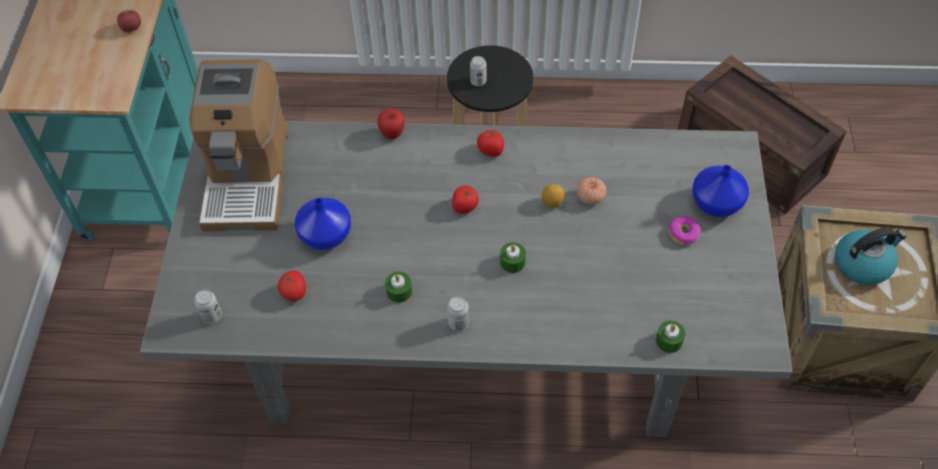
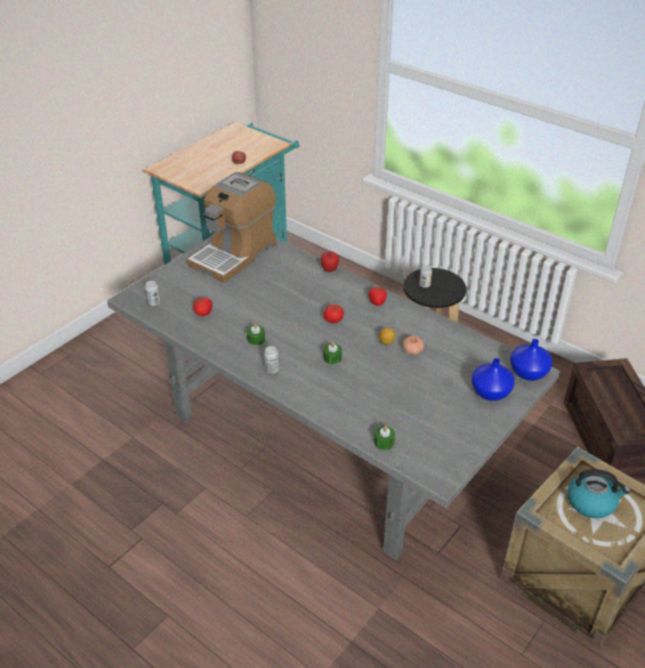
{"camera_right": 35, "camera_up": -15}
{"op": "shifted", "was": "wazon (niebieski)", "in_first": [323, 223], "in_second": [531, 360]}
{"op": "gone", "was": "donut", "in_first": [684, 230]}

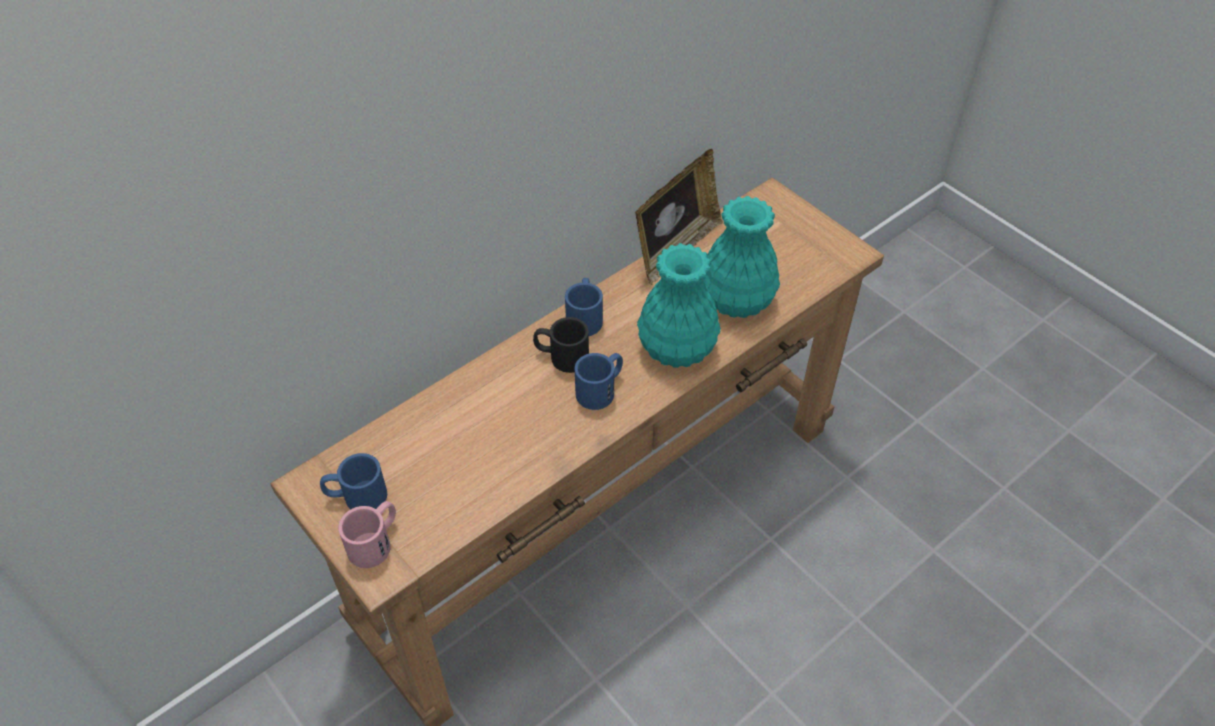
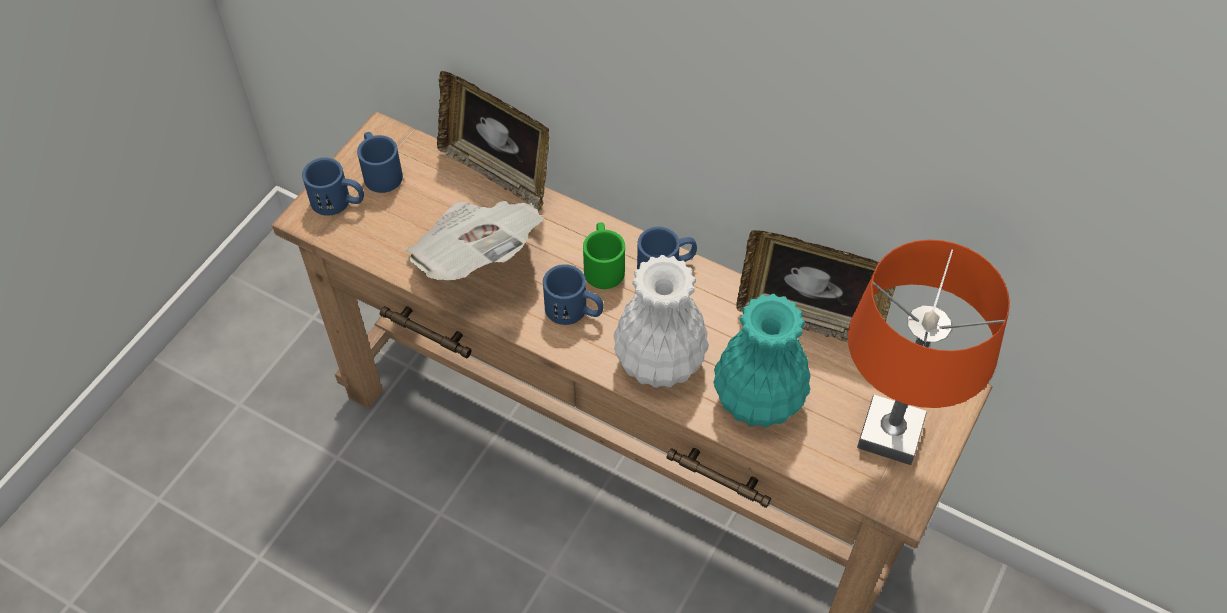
{"camera_right": 70, "camera_up": 5}
{"op": "repainted", "was": "kubek (różowy)", "now": "kubek (niebieski)", "in_first": [367, 534], "in_second": [333, 186]}
{"op": "new", "now": "gazeta", "in_second": [474, 240]}
{"op": "new", "now": "ramka na zdjęcie", "in_second": [493, 141]}
{"op": "repainted", "was": "kubek (czarny)", "now": "kubek (zielony)", "in_first": [561, 345], "in_second": [604, 255]}
{"op": "repainted", "was": "wazon (turkusowy)", "now": "wazon (biały)", "in_first": [679, 305], "in_second": [661, 321]}
{"op": "new", "now": "lampa stołowa (pomarańczowy)", "in_second": [929, 352]}

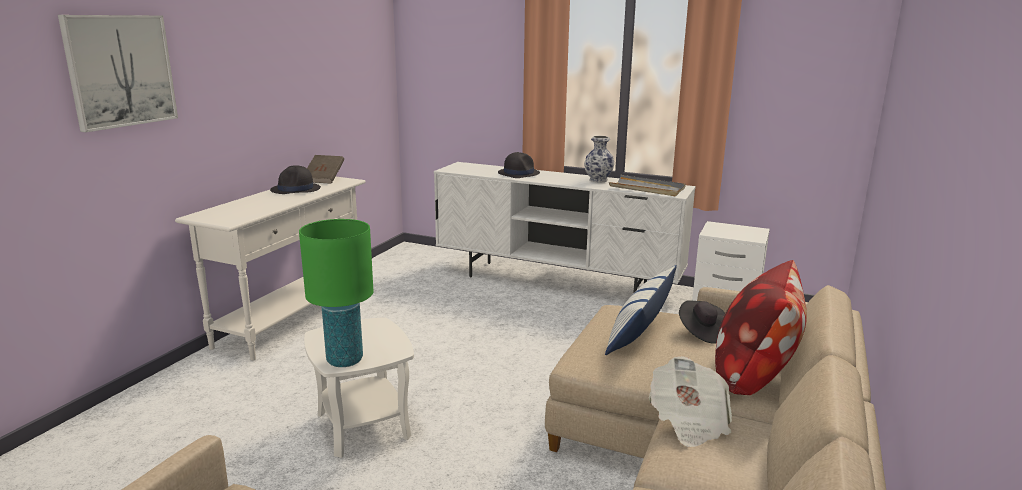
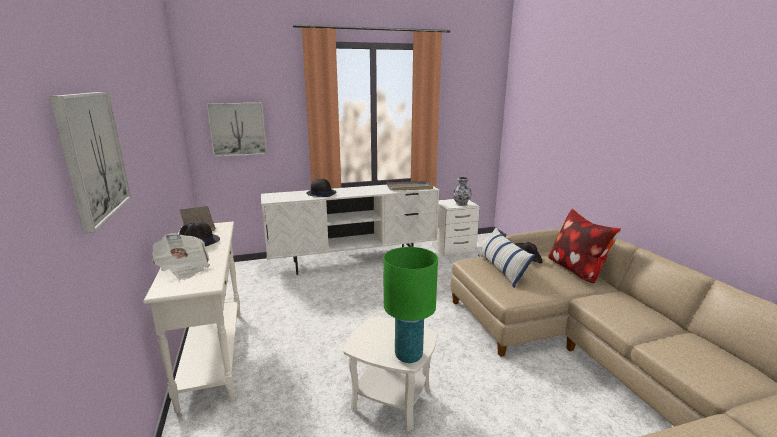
{"camera_right": -40, "camera_up": 0}
{"op": "shifted", "was": "gazeta", "in_first": [690, 401], "in_second": [181, 256]}
{"op": "new", "now": "obraz", "in_second": [237, 130]}
{"op": "shifted", "was": "wazon", "in_first": [599, 159], "in_second": [462, 191]}

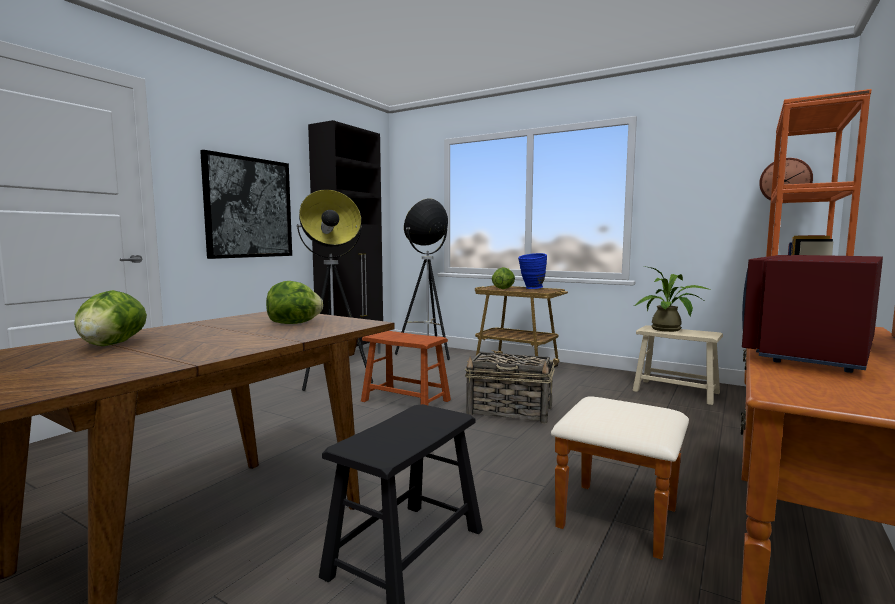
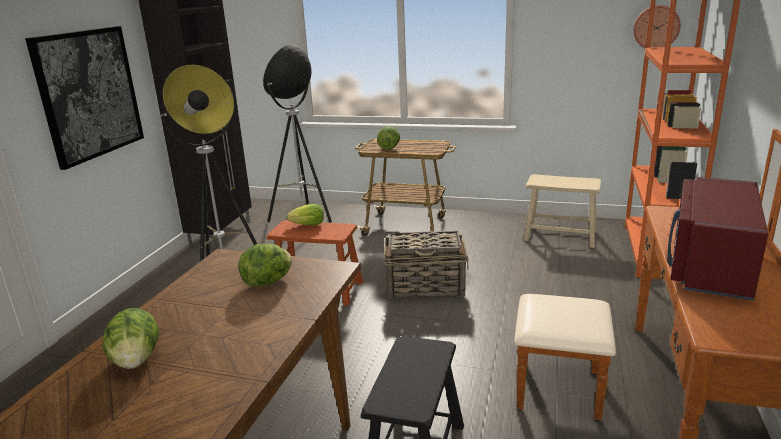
{"camera_right": -15, "camera_up": 15}
{"op": "new", "now": "sałata", "in_second": [305, 214]}
{"op": "gone", "was": "wazon (niebieski)", "in_first": [532, 271]}
{"op": "gone", "was": "roślina doniczkowa", "in_first": [672, 299]}

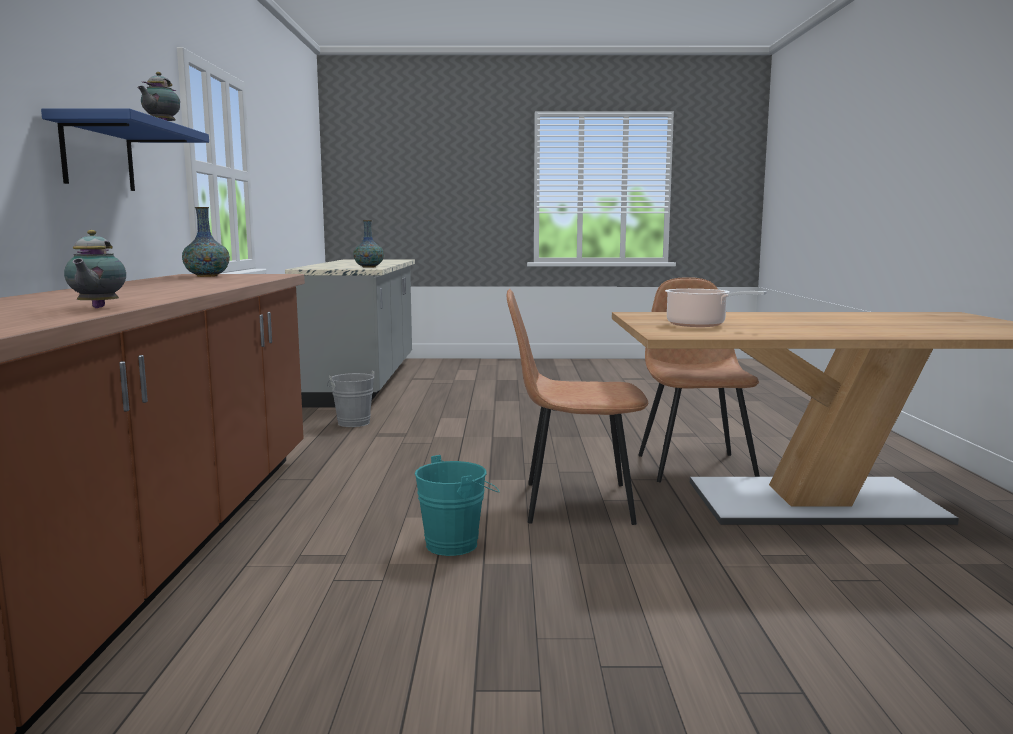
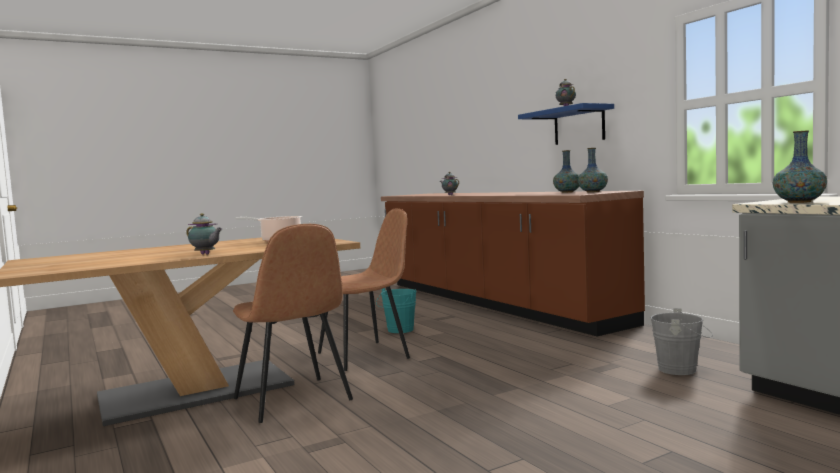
{"camera_right": 150, "camera_up": -5}
{"op": "new", "now": "imbryk", "in_second": [204, 233]}
{"op": "new", "now": "wazon", "in_second": [566, 171]}

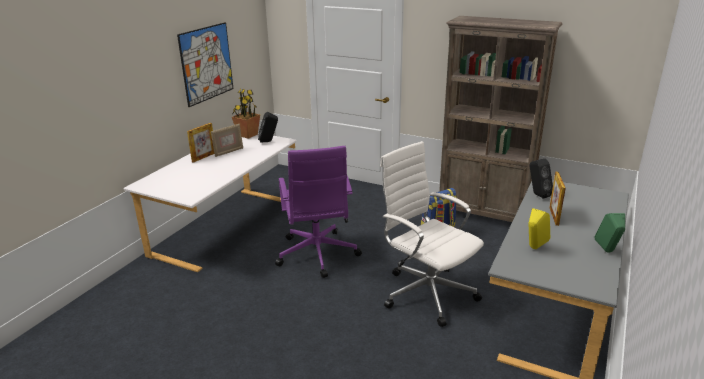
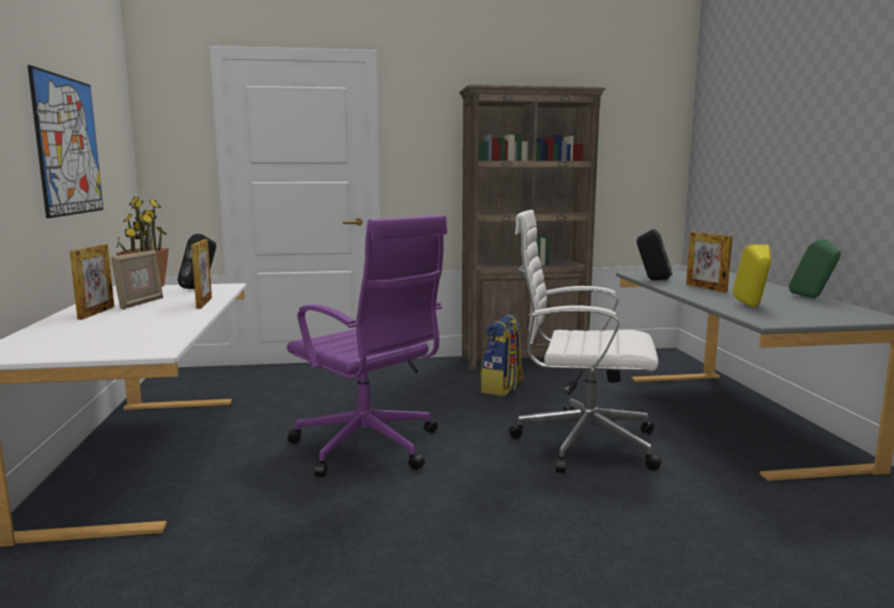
{"camera_right": -35, "camera_up": -15}
{"op": "new", "now": "ramka na zdjęcie", "in_second": [201, 274]}

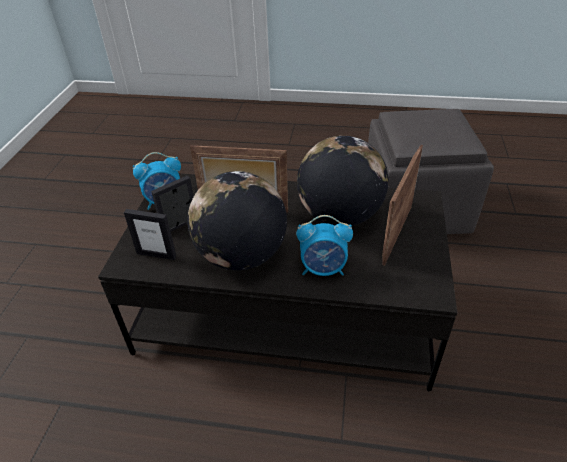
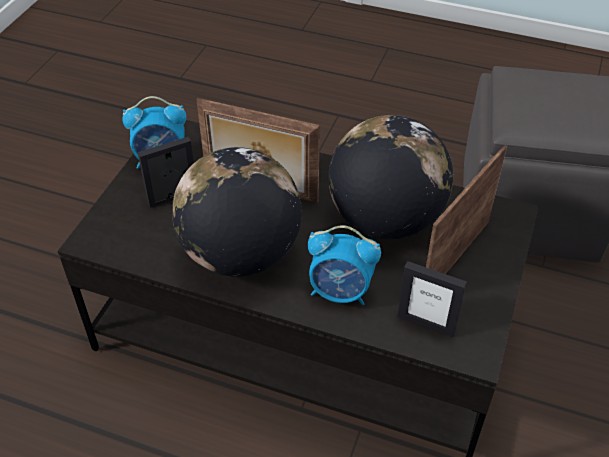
{"camera_right": 10, "camera_up": 5}
{"op": "shifted", "was": "ramka na zdjęcie", "in_first": [150, 234], "in_second": [432, 299]}

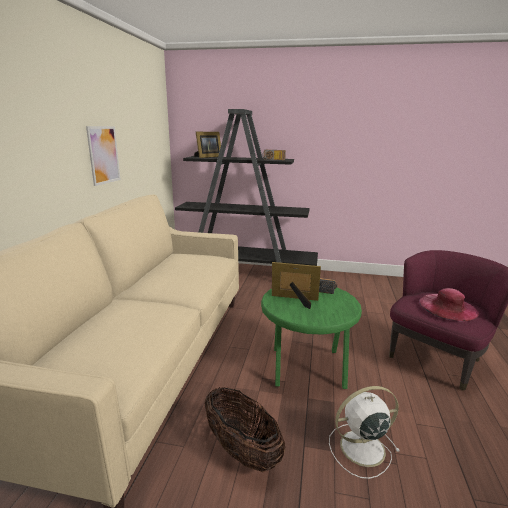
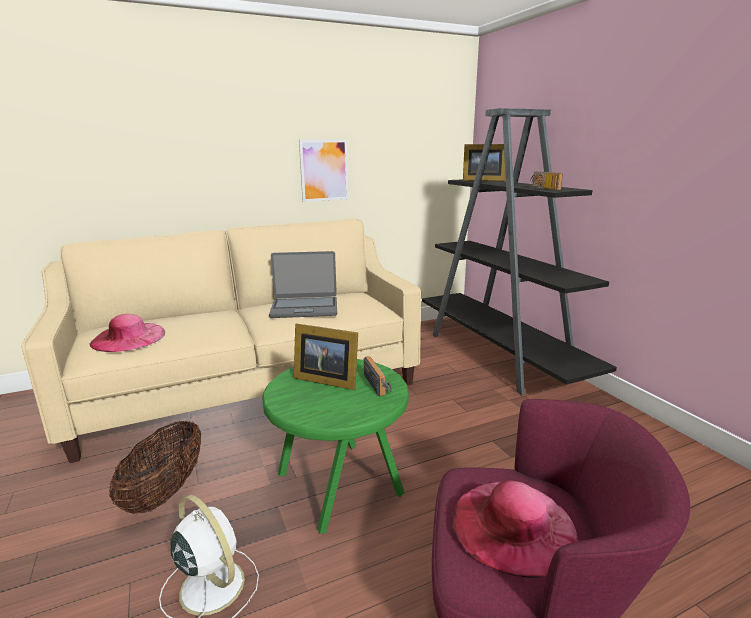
{"camera_right": 55, "camera_up": 0}
{"op": "new", "now": "kapelusz (różowy)", "in_second": [127, 333]}
{"op": "new", "now": "laptop", "in_second": [303, 284]}
{"op": "rotated", "was": "ramka na zdjęcie", "in_first": [296, 285], "in_second": [326, 356], "clockwise": 135}

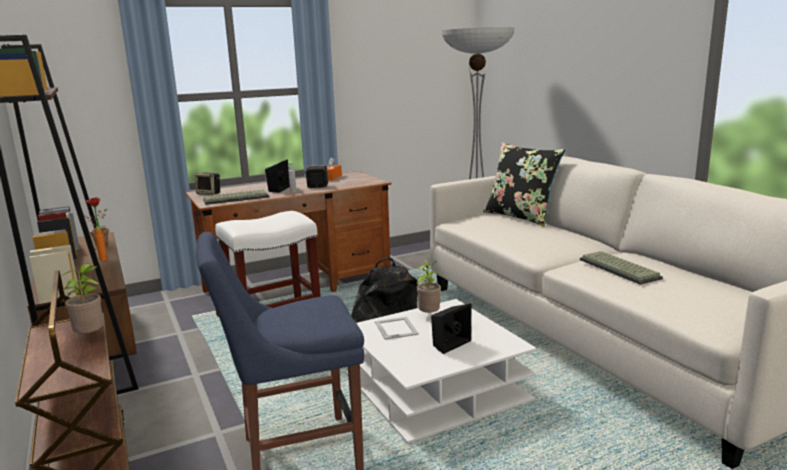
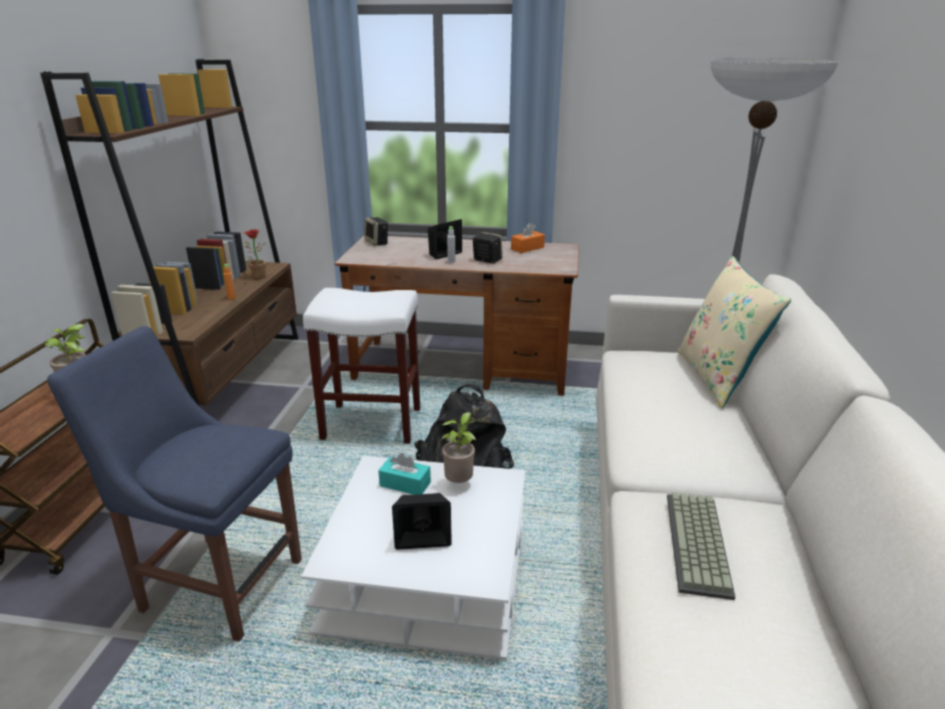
{"camera_right": 35, "camera_up": 10}
{"op": "swapped", "was": "ramka na zdjęcie", "now": "pudełko chusteczek (turkusowy)", "in_first": [397, 328], "in_second": [404, 474]}
{"op": "repainted", "was": "poduszka (czarny)", "now": "poduszka (beżowy)", "in_first": [524, 184], "in_second": [734, 332]}
{"op": "gone", "was": "klawiatura", "in_first": [236, 197]}

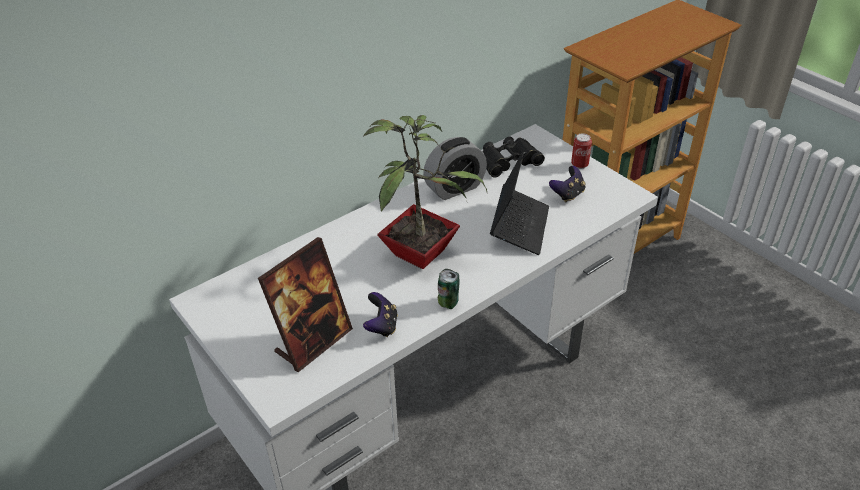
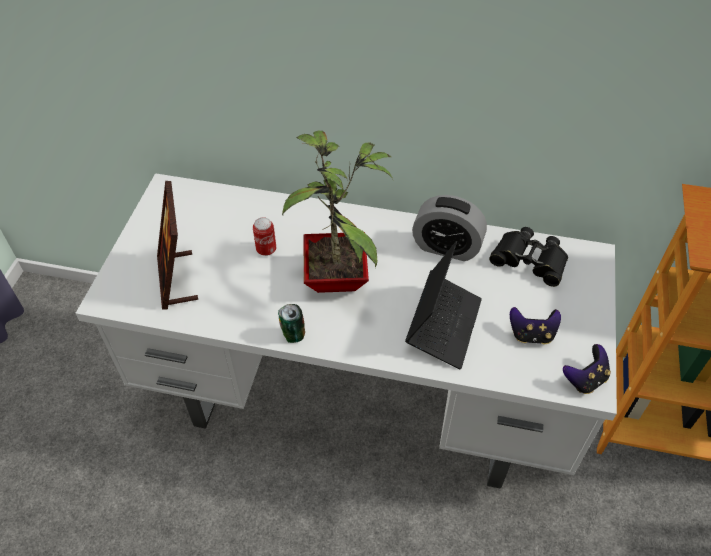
{"camera_right": 50, "camera_up": 10}
{"op": "rotated", "was": "ramka na zdjęcie", "in_first": [305, 304], "in_second": [177, 245], "clockwise": 75}
{"op": "shifted", "was": "puszka", "in_first": [581, 151], "in_second": [264, 236]}
{"op": "rotated", "was": "laptop", "in_first": [519, 202], "in_second": [443, 305], "clockwise": -45}
{"op": "shifted", "was": "pad do gier", "in_first": [380, 314], "in_second": [587, 369]}

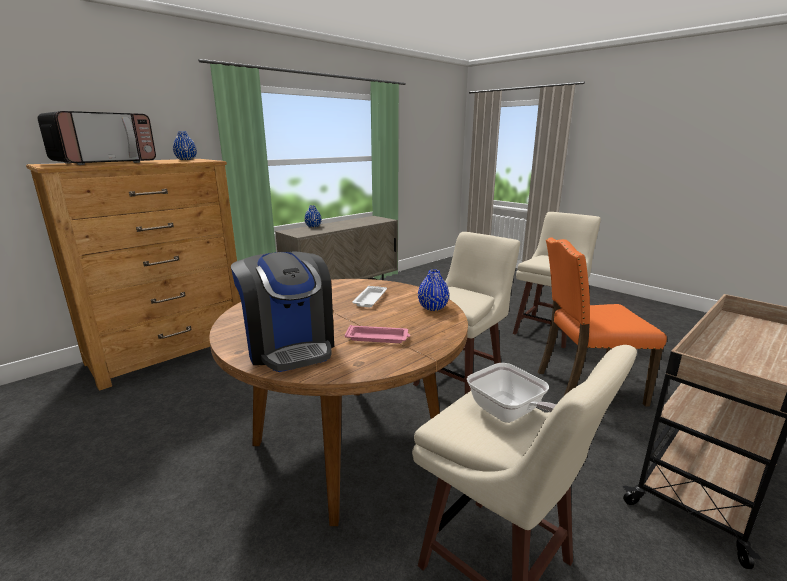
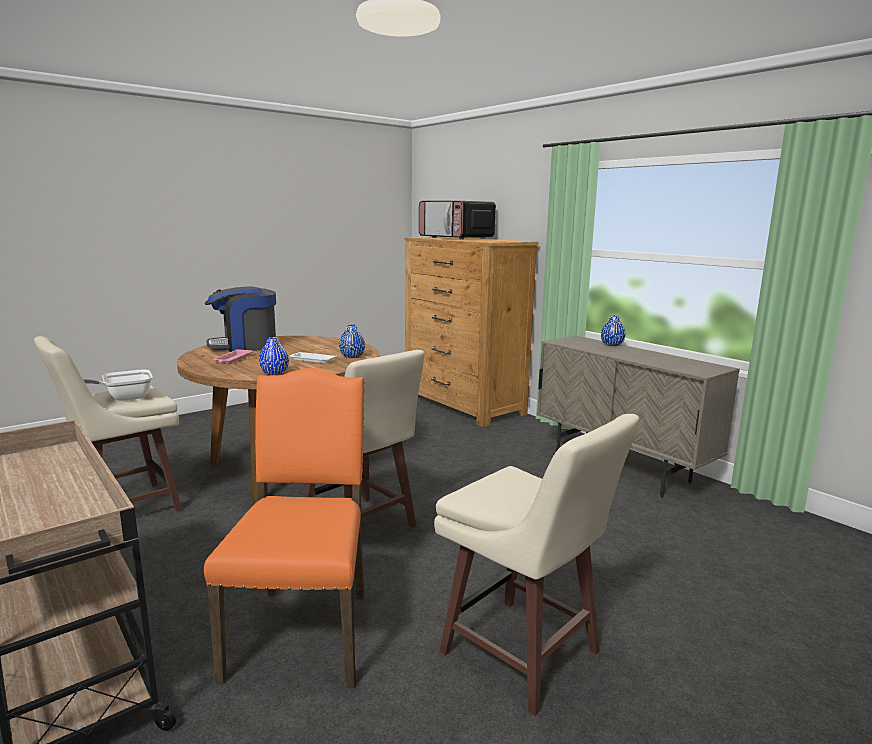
{"camera_right": 95, "camera_up": -5}
{"op": "shifted", "was": "wazon (niebieski)", "in_first": [185, 145], "in_second": [352, 341]}

